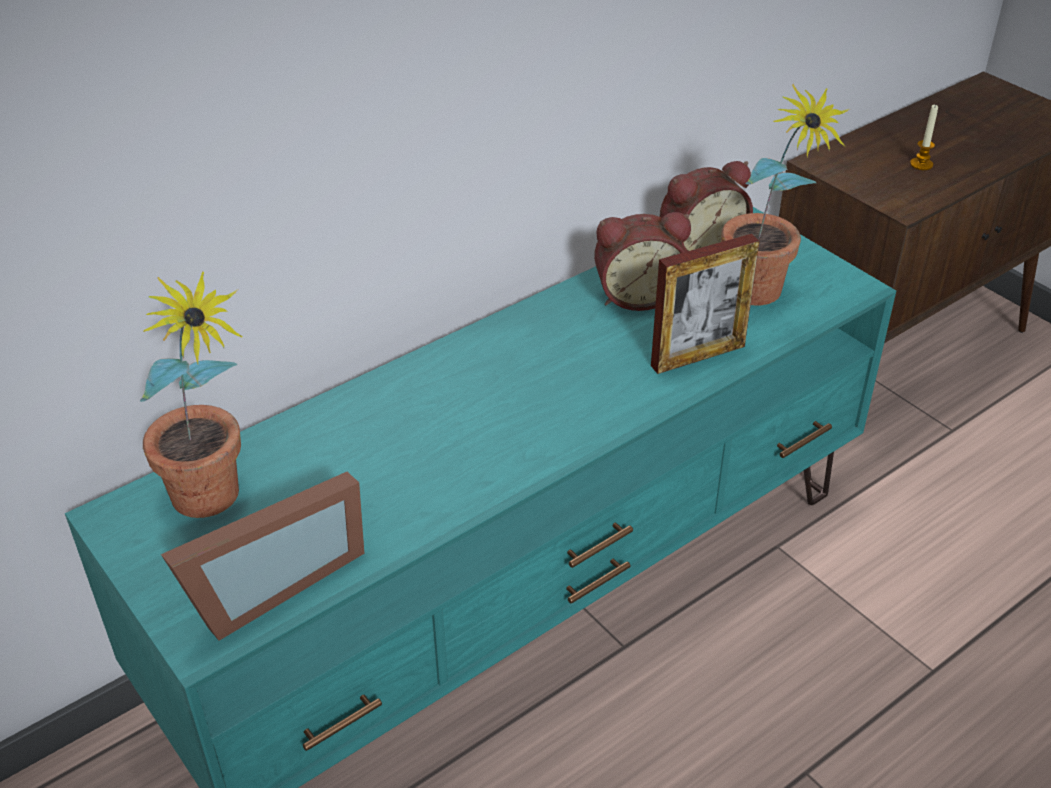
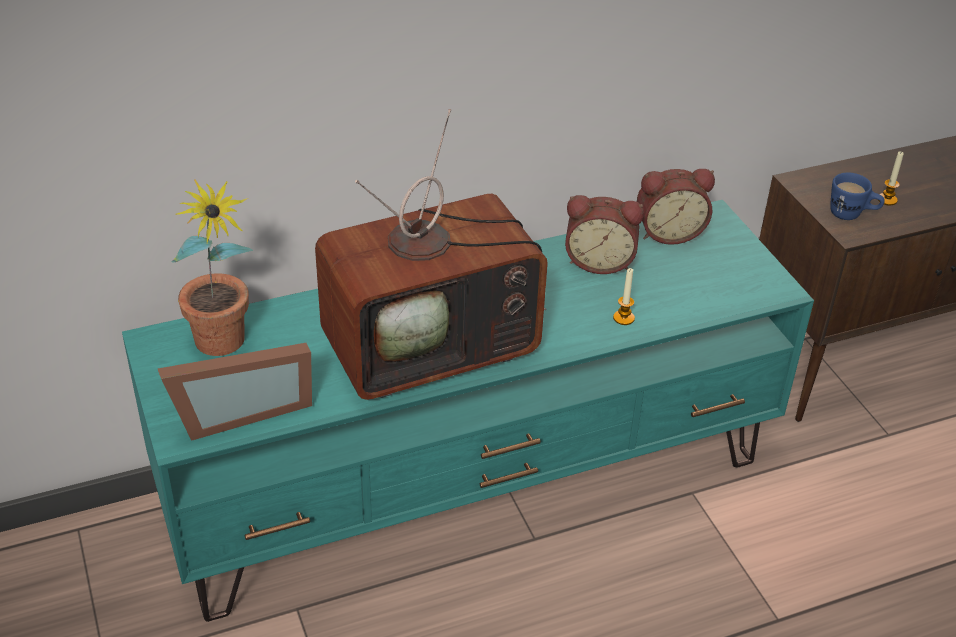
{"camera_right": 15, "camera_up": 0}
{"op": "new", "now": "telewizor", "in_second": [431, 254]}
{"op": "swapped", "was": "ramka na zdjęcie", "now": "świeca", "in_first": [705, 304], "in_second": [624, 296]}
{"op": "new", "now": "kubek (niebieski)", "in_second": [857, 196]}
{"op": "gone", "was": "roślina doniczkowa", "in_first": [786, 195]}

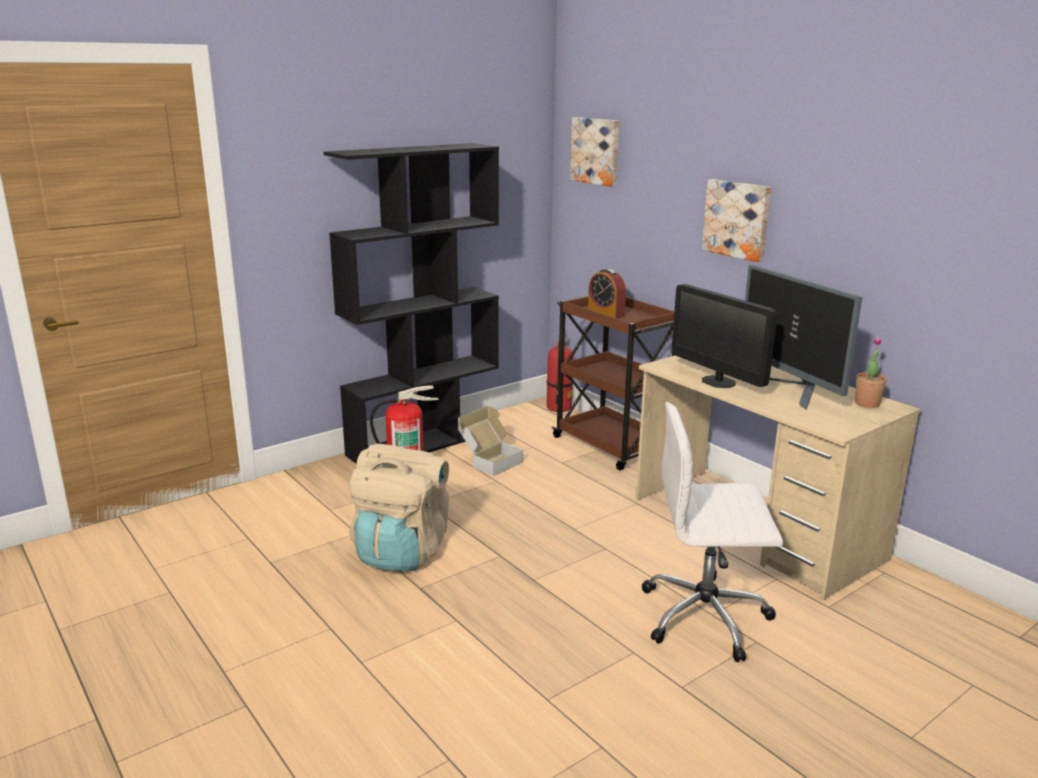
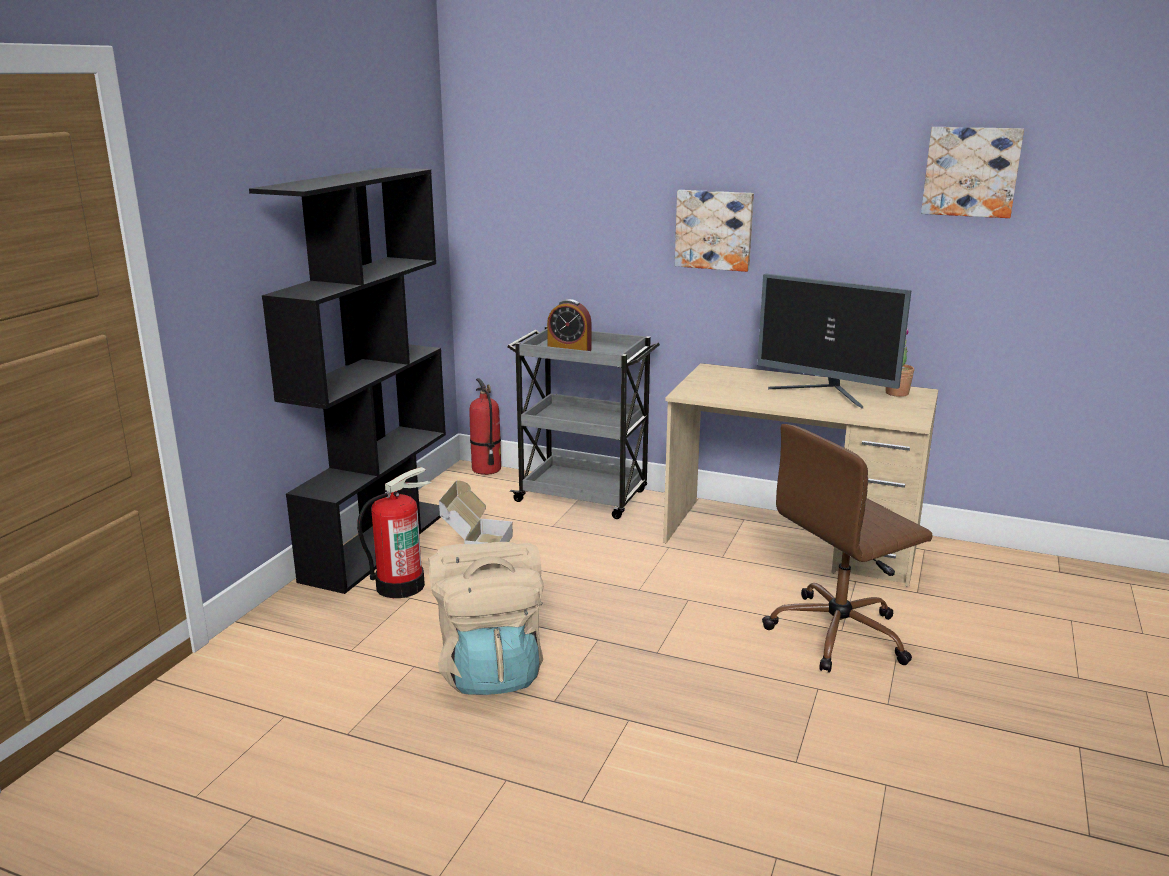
{"camera_right": -30, "camera_up": 0}
{"op": "repainted", "was": "wózek (brązowy)", "now": "wózek (szary)", "in_first": [613, 382], "in_second": [583, 422]}
{"op": "repainted", "was": "krzesło biurowe (biały)", "now": "krzesło biurowe (brązowy)", "in_first": [712, 532], "in_second": [847, 548]}
{"op": "shifted", "was": "obraz", "in_first": [594, 152], "in_second": [972, 172]}
{"op": "gone", "was": "monitor", "in_first": [724, 336]}

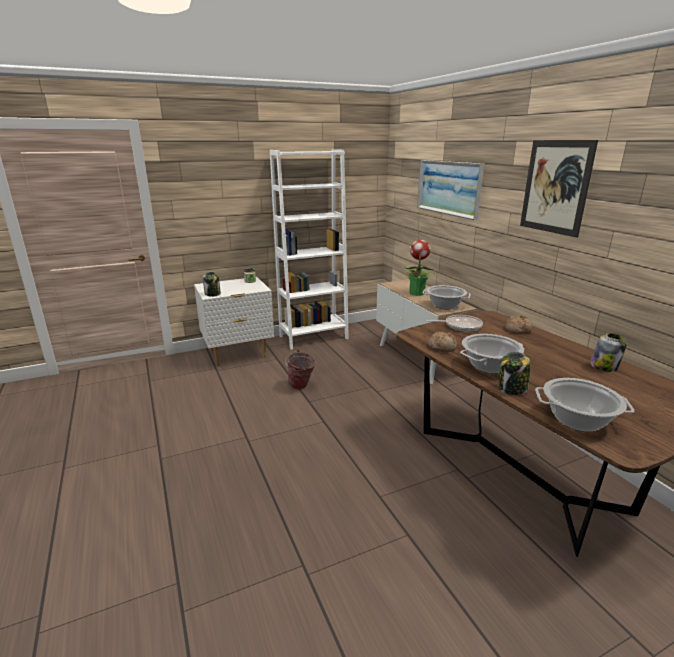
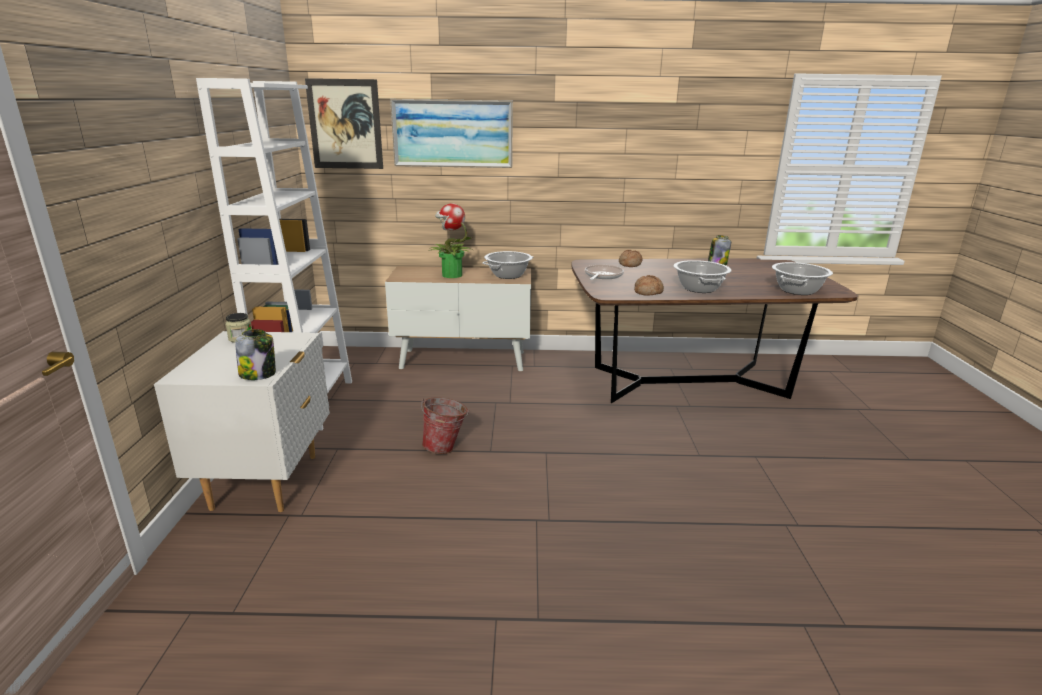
{"camera_right": -65, "camera_up": 0}
{"op": "shifted", "was": "obraz", "in_first": [559, 188], "in_second": [344, 123]}
{"op": "gone", "was": "słoik", "in_first": [514, 373]}

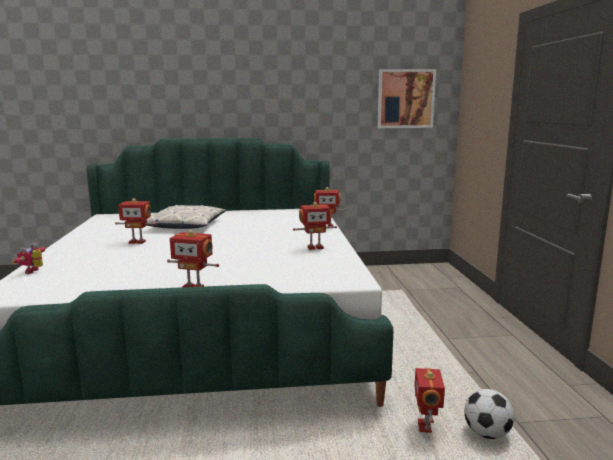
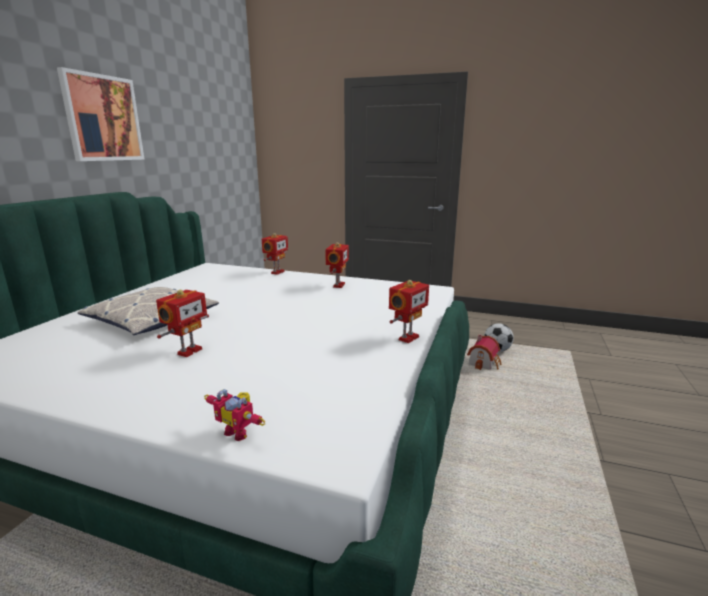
{"camera_right": -65, "camera_up": 5}
{"op": "shifted", "was": "obraz", "in_first": [407, 98], "in_second": [101, 114]}
{"op": "swapped", "was": "robot zabawkowy", "now": "domek", "in_first": [429, 400], "in_second": [484, 352]}

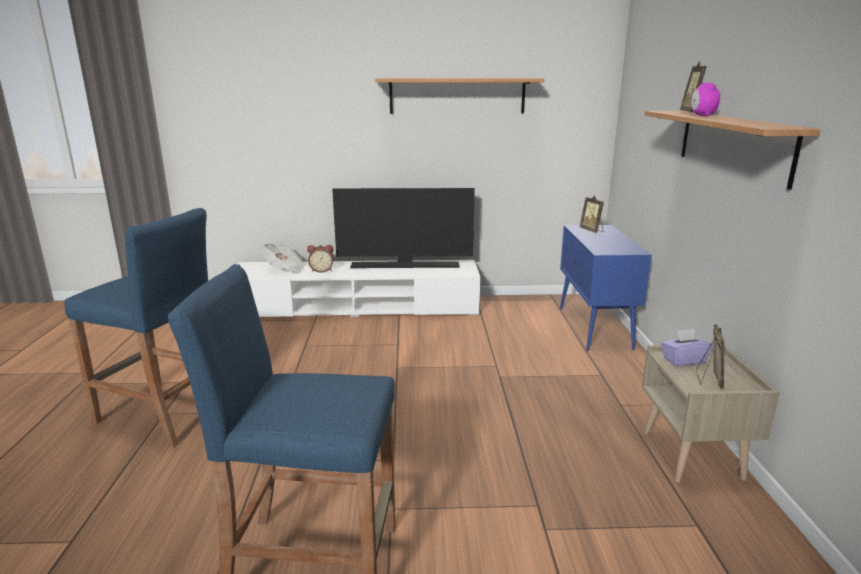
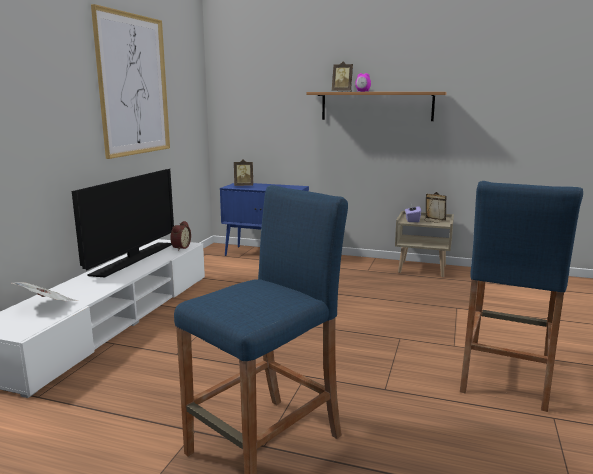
{"camera_right": -70, "camera_up": -5}
{"op": "swapped", "was": "półka", "now": "obraz", "in_first": [460, 96], "in_second": [130, 81]}
{"op": "shifted", "was": "budzik", "in_first": [320, 259], "in_second": [180, 236]}

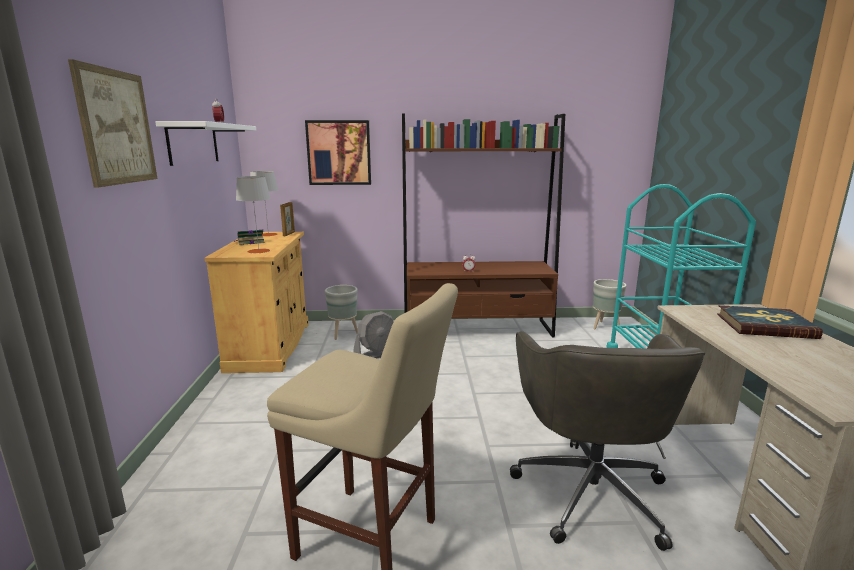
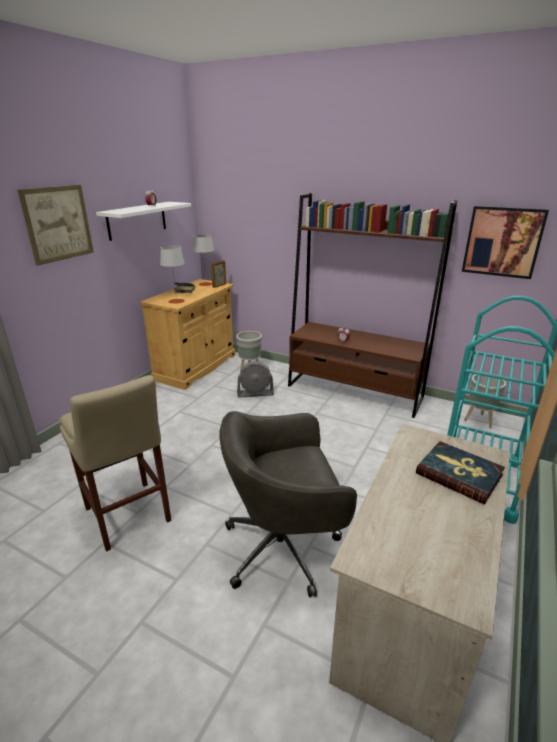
{"camera_right": 30, "camera_up": 10}
{"op": "rotated", "was": "krzesło biurowe (szary)", "in_first": [607, 441], "in_second": [288, 504], "clockwise": 45}
{"op": "shifted", "was": "obraz", "in_first": [338, 152], "in_second": [505, 242]}

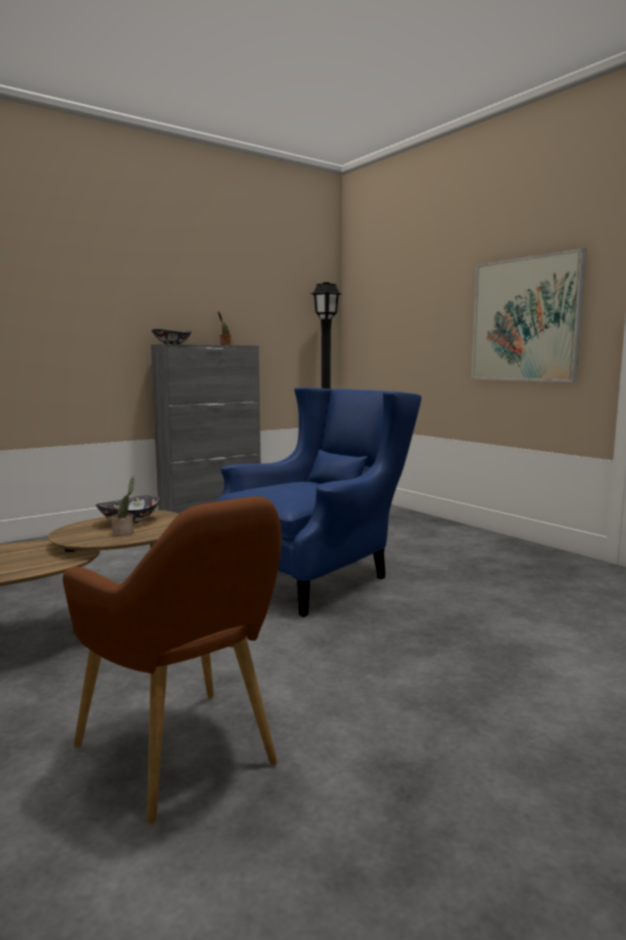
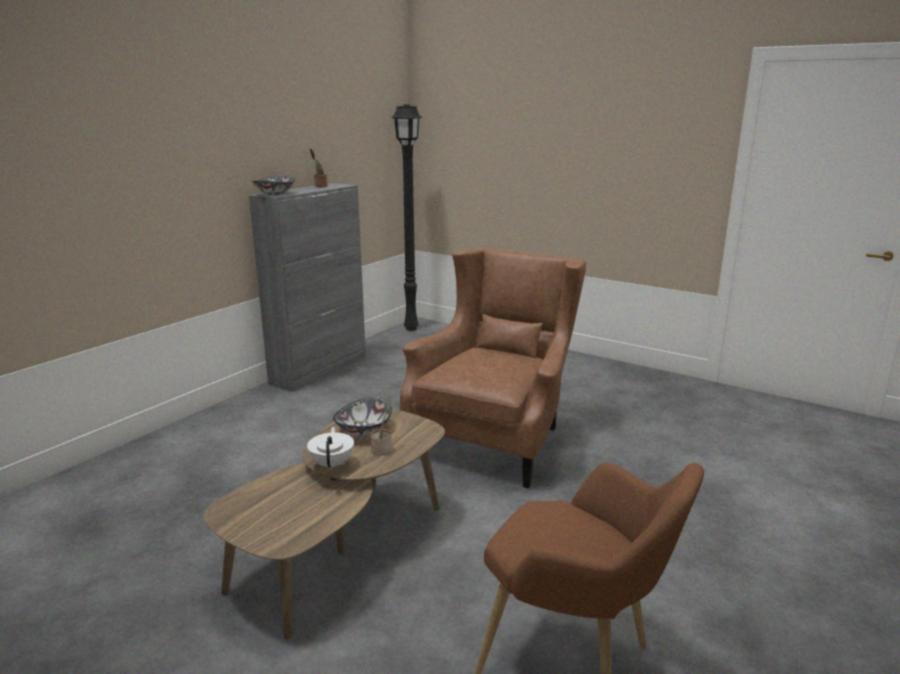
{"camera_right": -20, "camera_up": 10}
{"op": "new", "now": "imbryk (biały)", "in_second": [330, 449]}
{"op": "repainted", "was": "fotel (niebieski)", "now": "fotel (brązowy)", "in_first": [318, 502], "in_second": [493, 369]}
{"op": "gone", "was": "obraz", "in_first": [529, 315]}

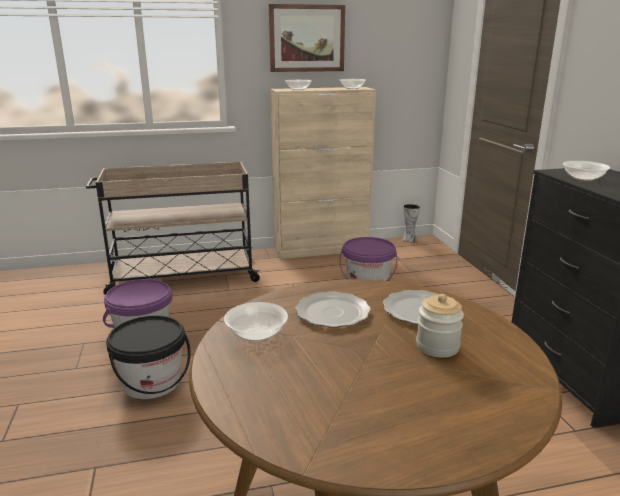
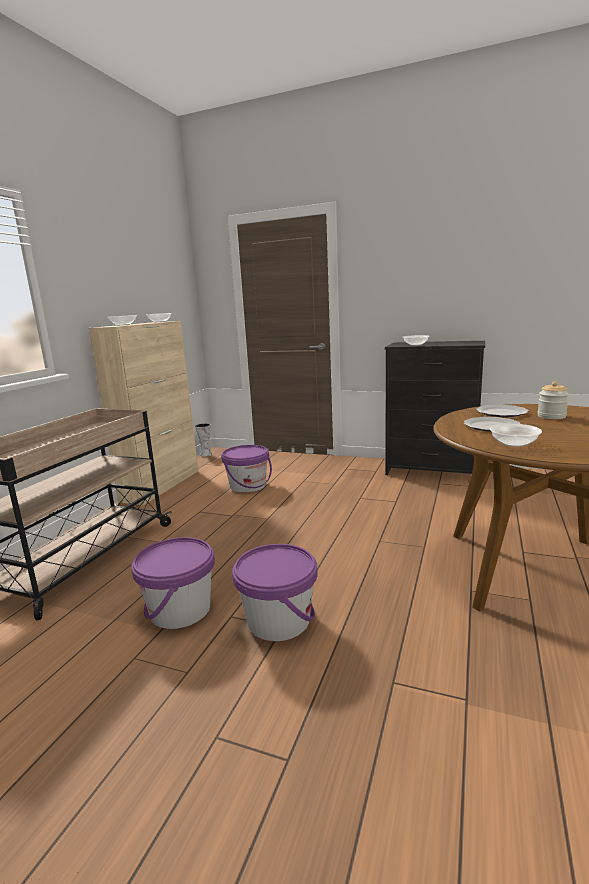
{"camera_right": -55, "camera_up": -5}
{"op": "repainted", "was": "wiadro (czarny)", "now": "wiadro (fioletowy)", "in_first": [148, 357], "in_second": [275, 592]}
{"op": "gone", "was": "obraz", "in_first": [307, 38]}

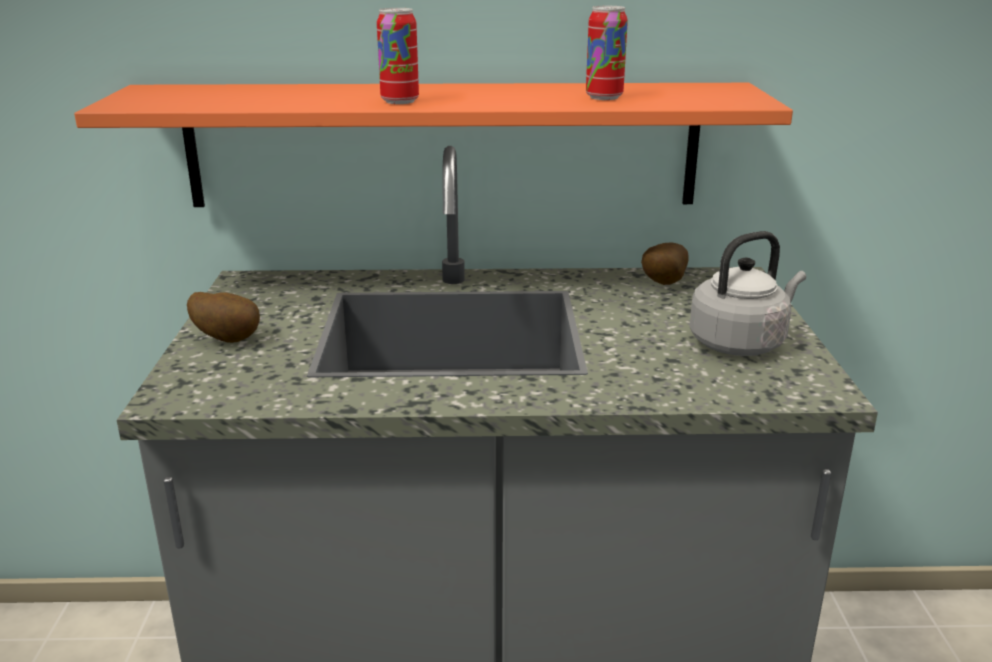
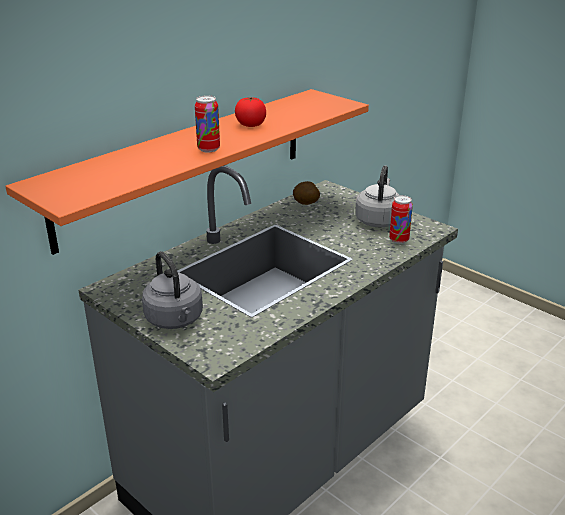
{"camera_right": -45, "camera_up": 5}
{"op": "swapped", "was": "ziemniak", "now": "czajnik (szary)", "in_first": [223, 317], "in_second": [172, 290]}
{"op": "new", "now": "pomidor", "in_second": [250, 112]}
{"op": "shifted", "was": "puszka", "in_first": [607, 53], "in_second": [401, 219]}

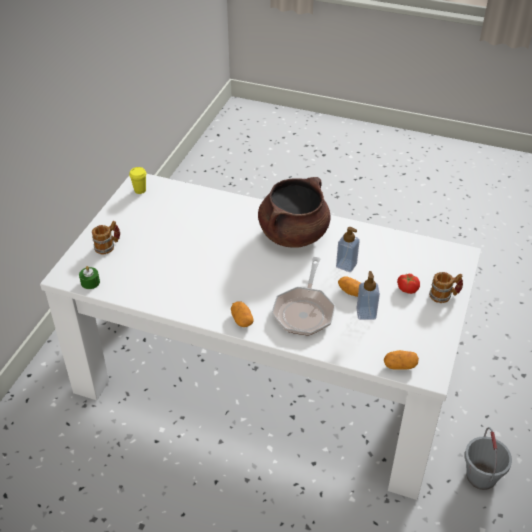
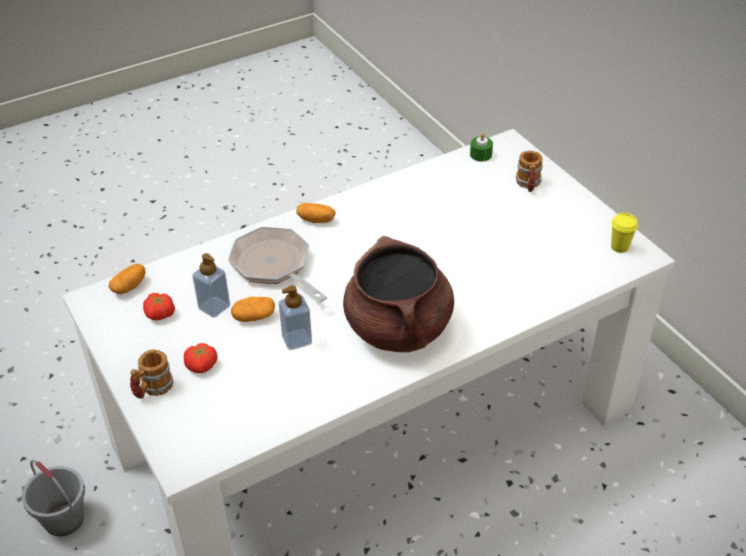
{"camera_right": 130, "camera_up": 0}
{"op": "new", "now": "pomidor", "in_second": [159, 306]}

